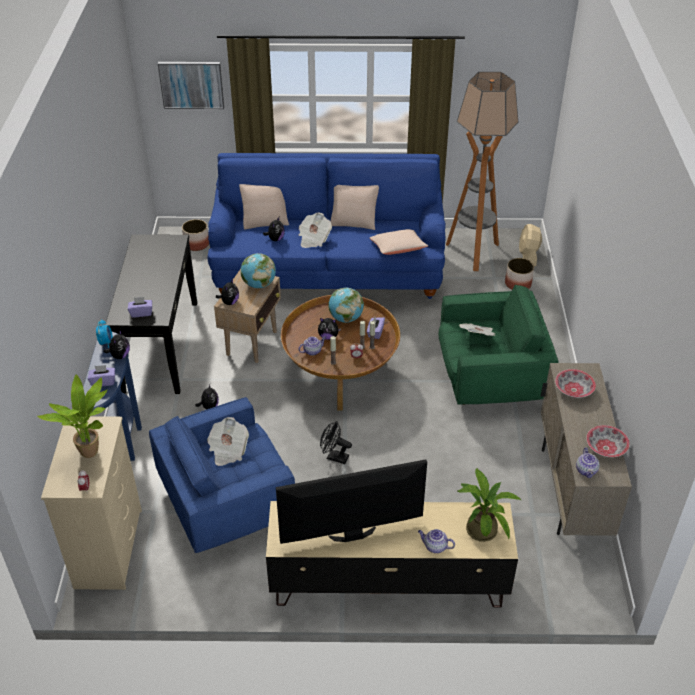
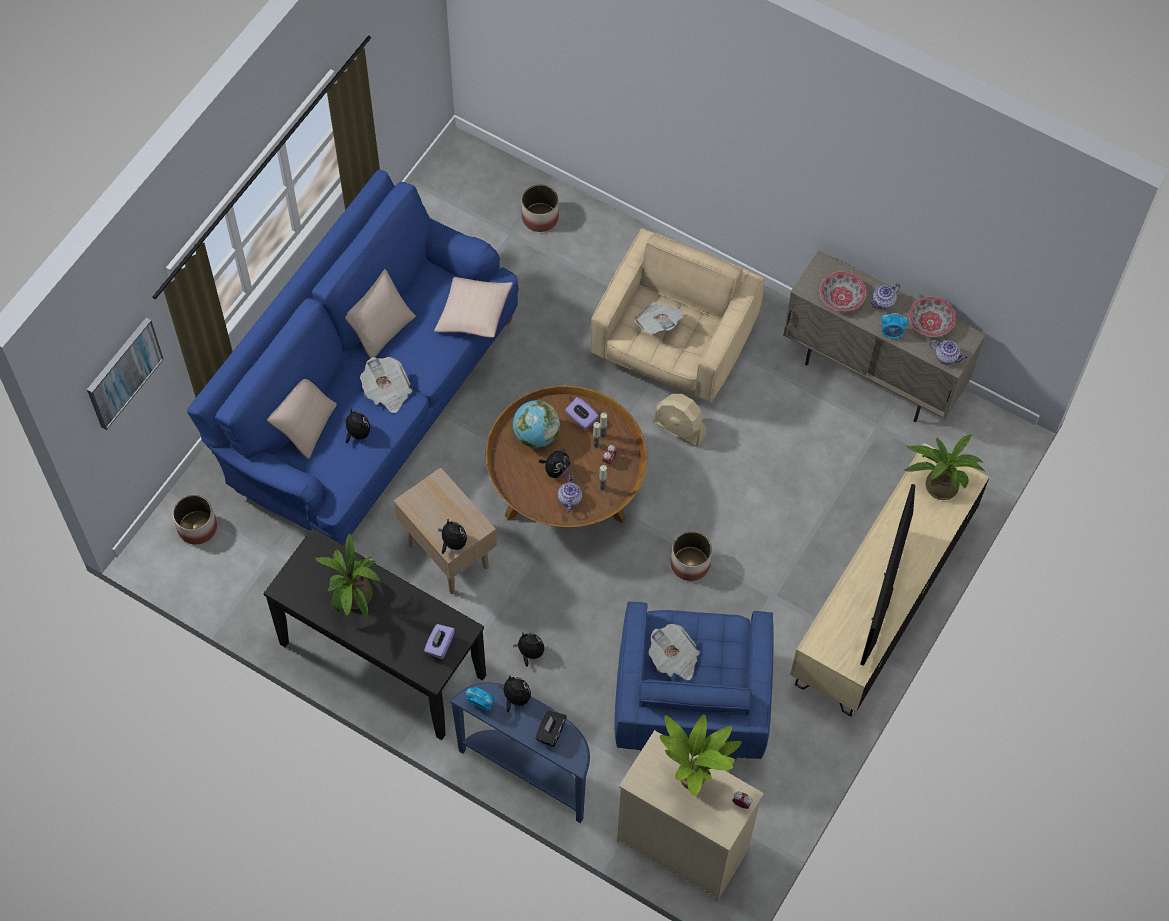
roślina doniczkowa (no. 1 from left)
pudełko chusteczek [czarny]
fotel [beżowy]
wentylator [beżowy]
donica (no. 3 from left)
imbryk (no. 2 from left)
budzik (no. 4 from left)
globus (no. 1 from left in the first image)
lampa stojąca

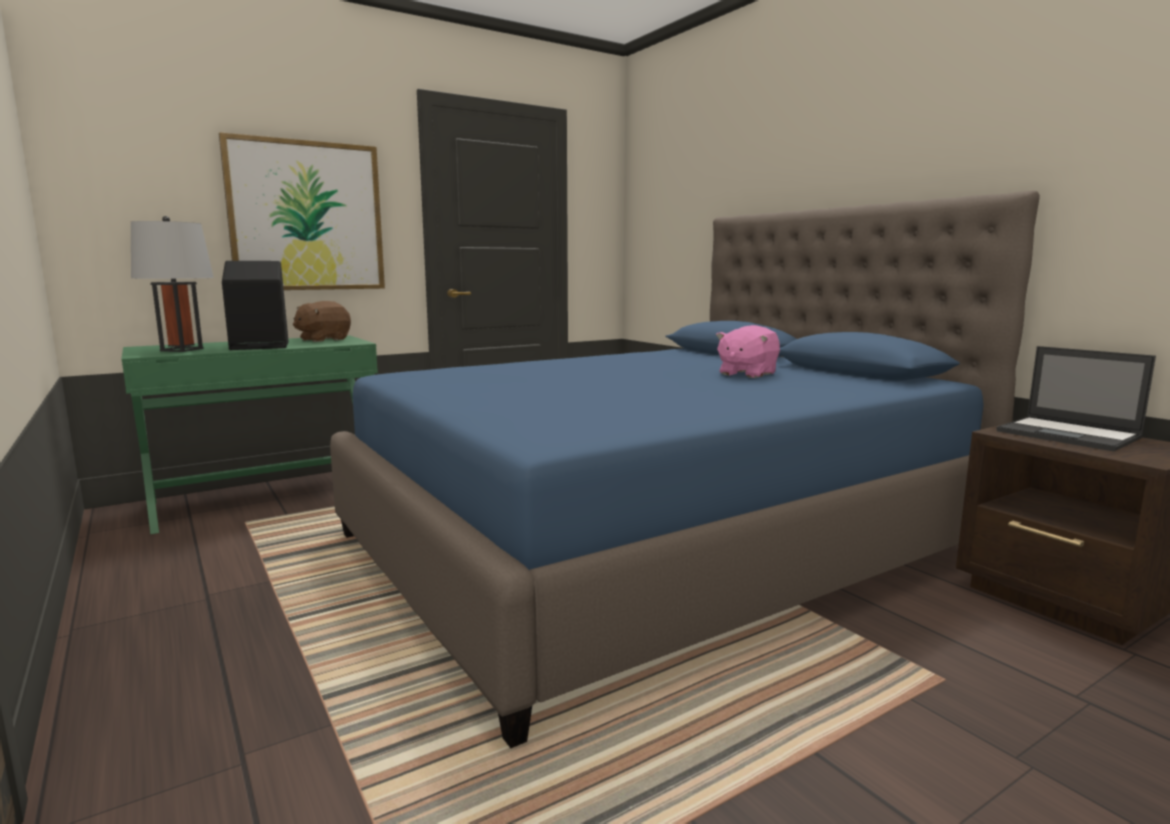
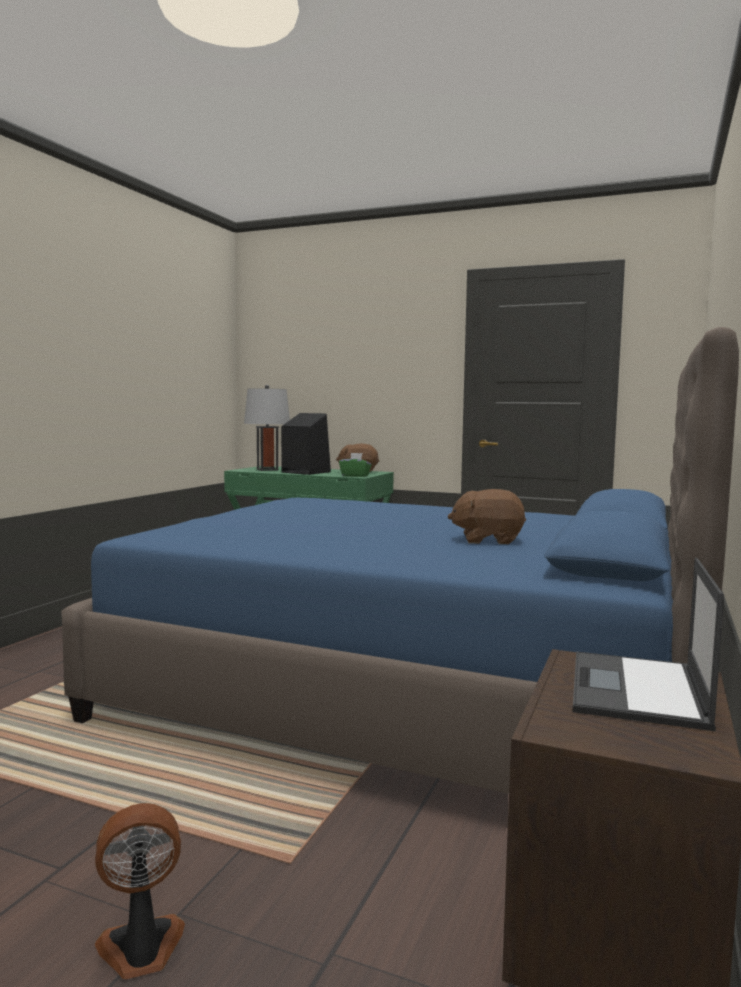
wentylator
pudełko chusteczek [zielony]
pluszak [brązowy] (no. 2 from left)
obraz

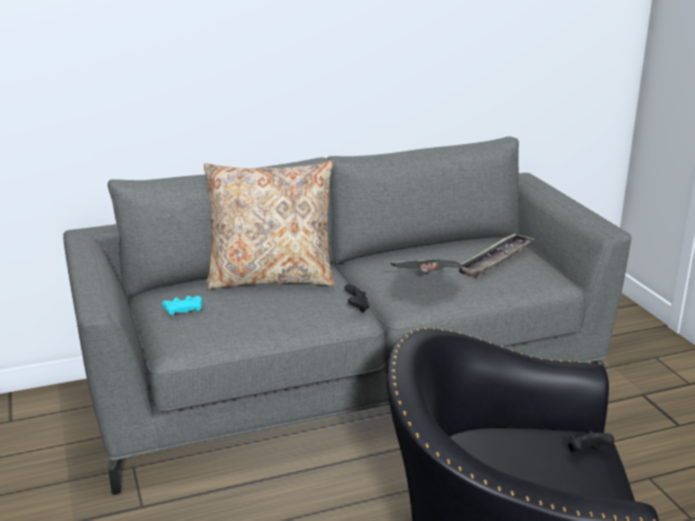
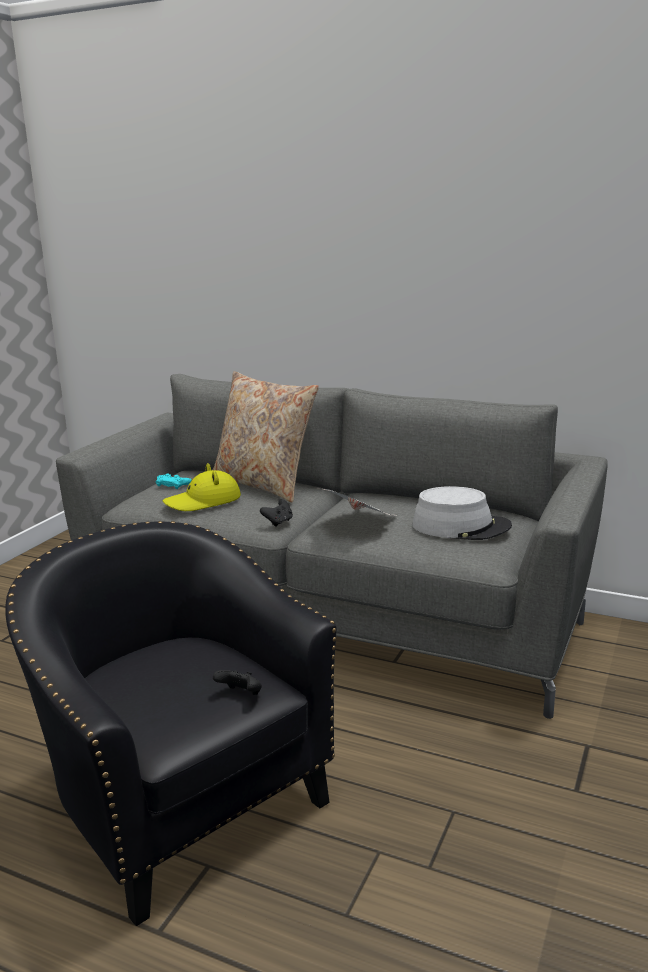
kapelusz [żółty]
kapelusz [szary]

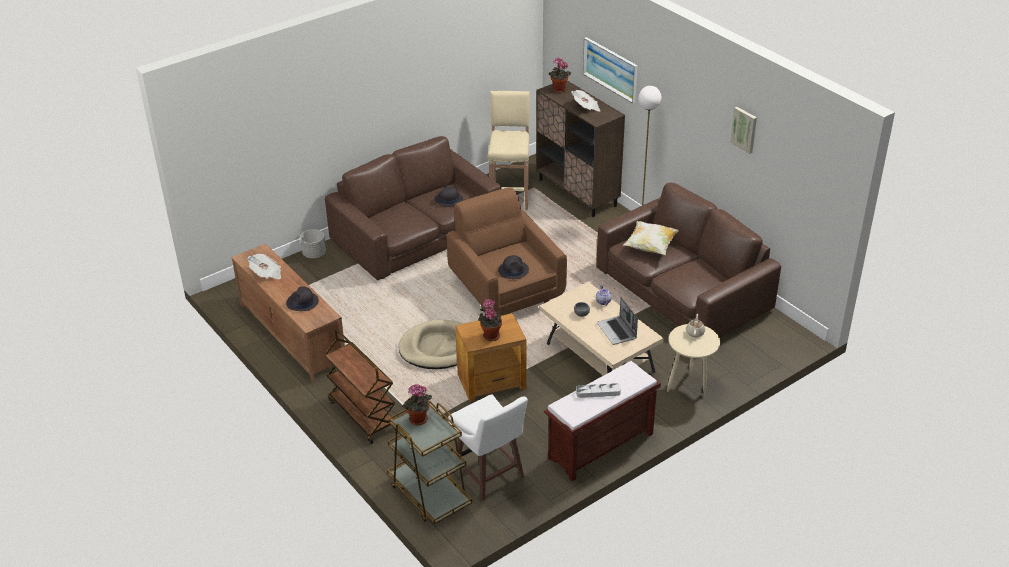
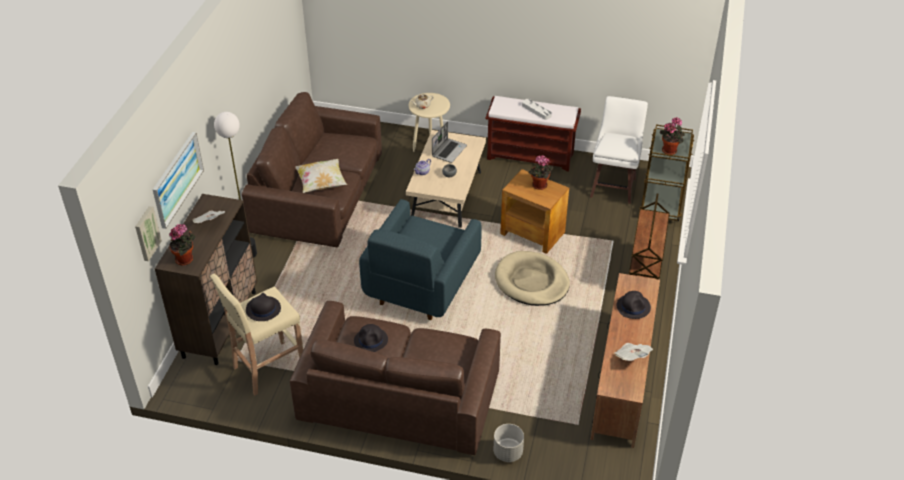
obraz (no. 1 from left)
kapelusz [czarny] (no. 1 from left)
fotel [niebieski]

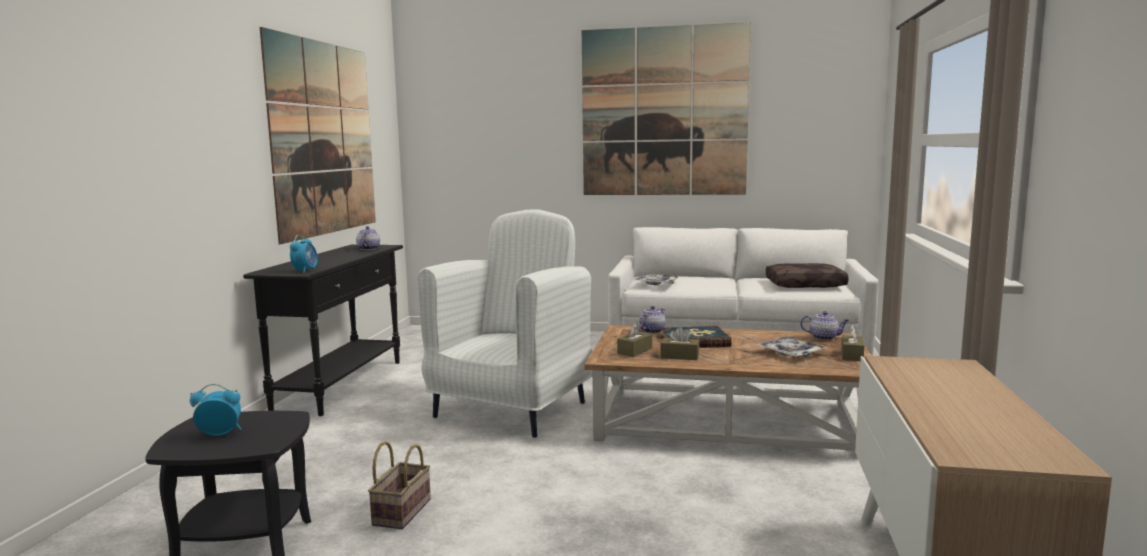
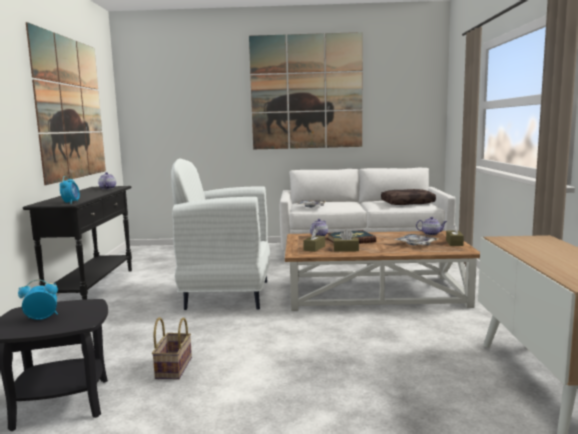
fotel [biały]

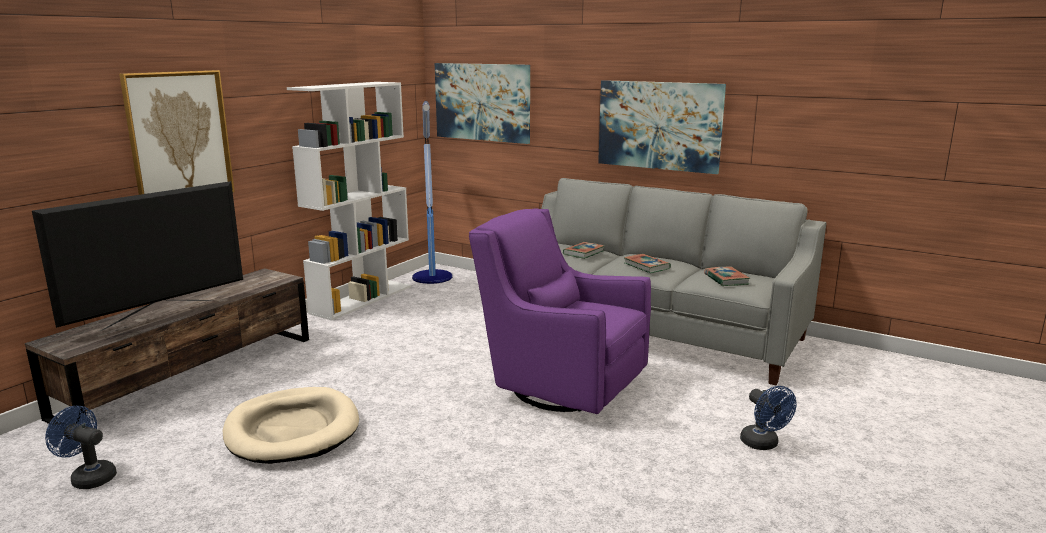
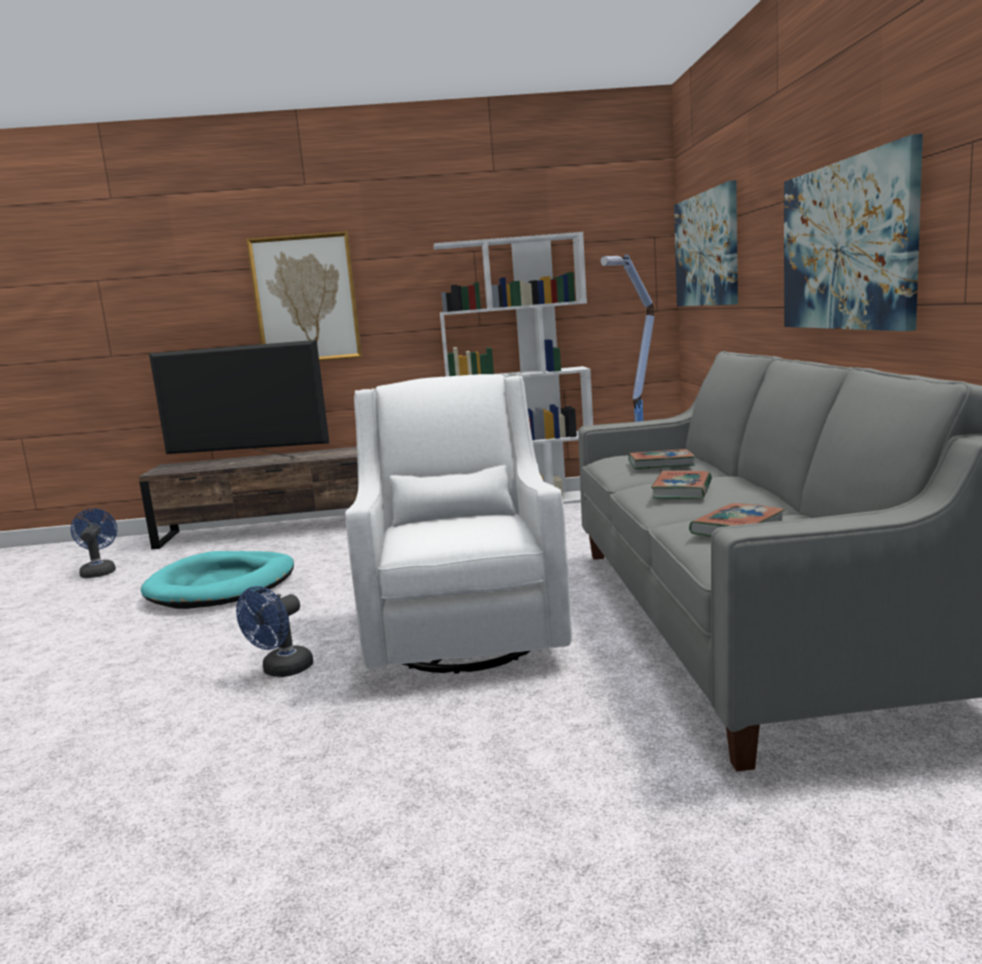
legowisko [turkusowy]
wentylator [niebieski] (no. 2 from left)
fotel [biały]

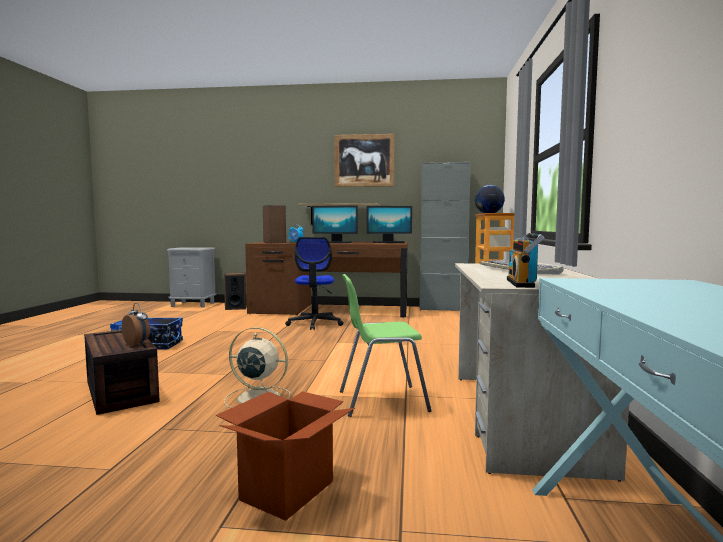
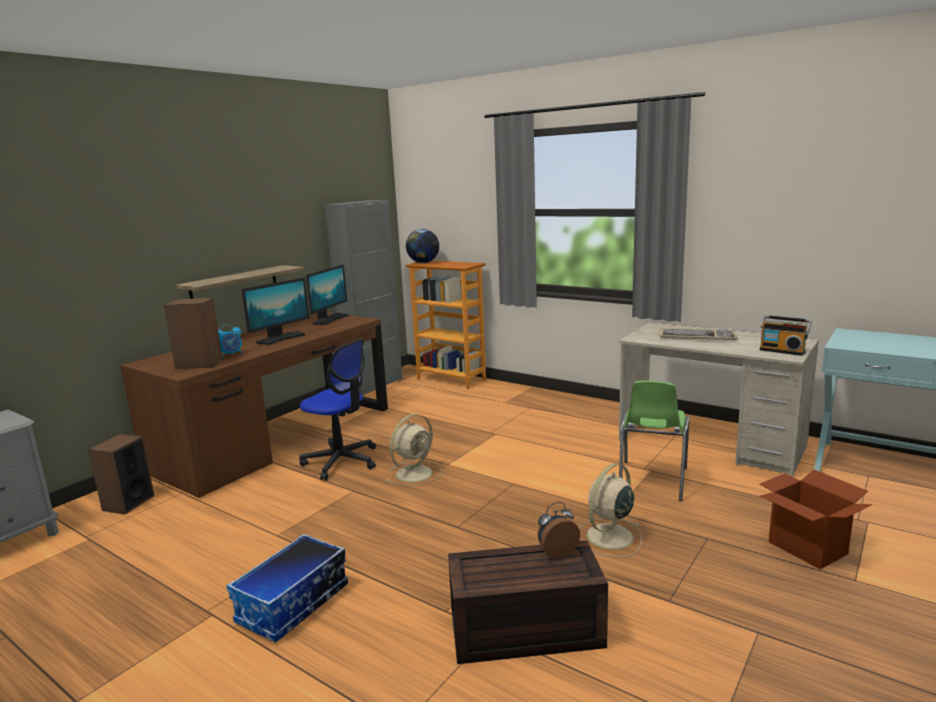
wentylator [beżowy] (no. 1 from left)
obraz

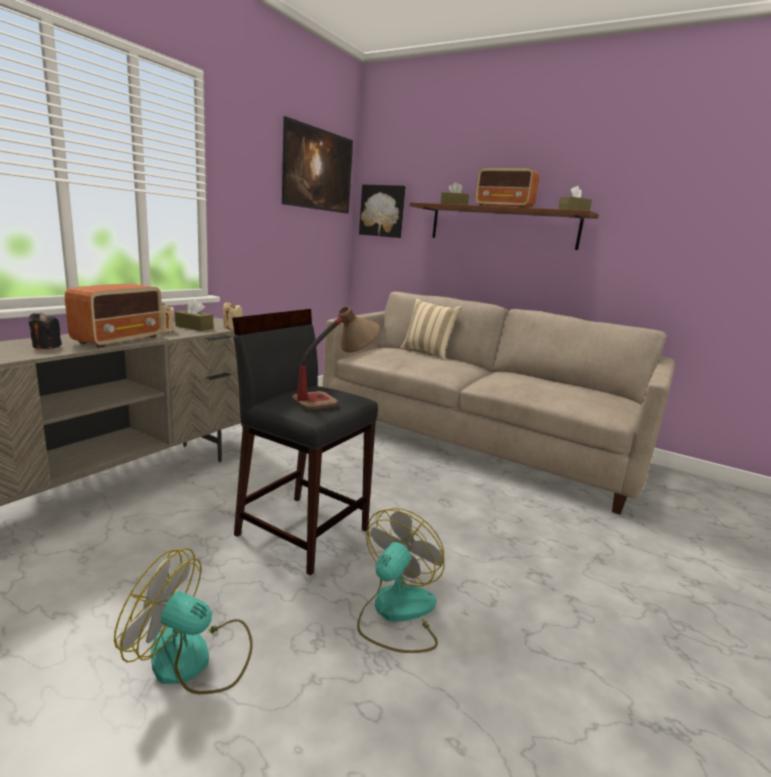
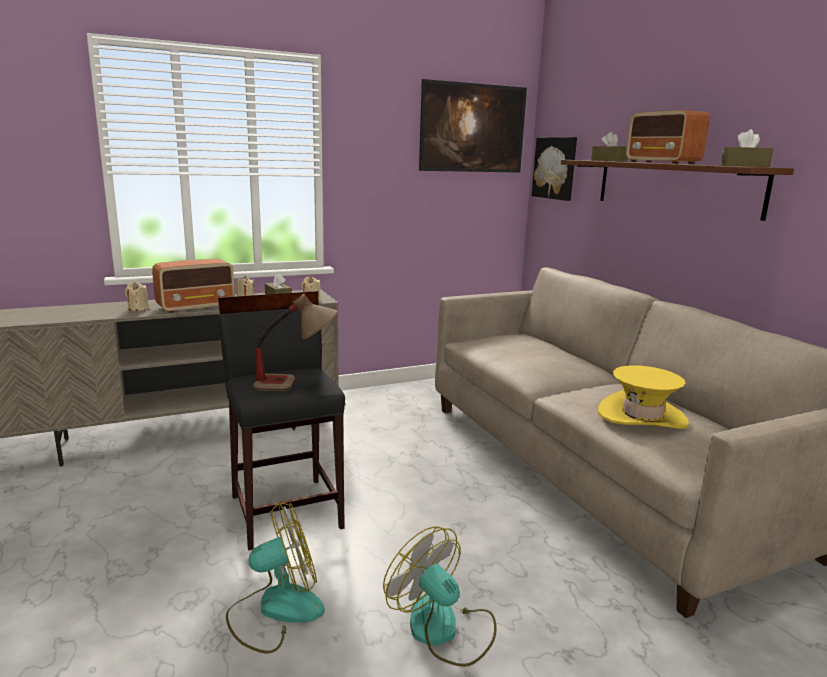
świeca [beżowy] (no. 1 from left)
wentylator (no. 2 from left)
kapelusz [żółty]
poduszka [beżowy]

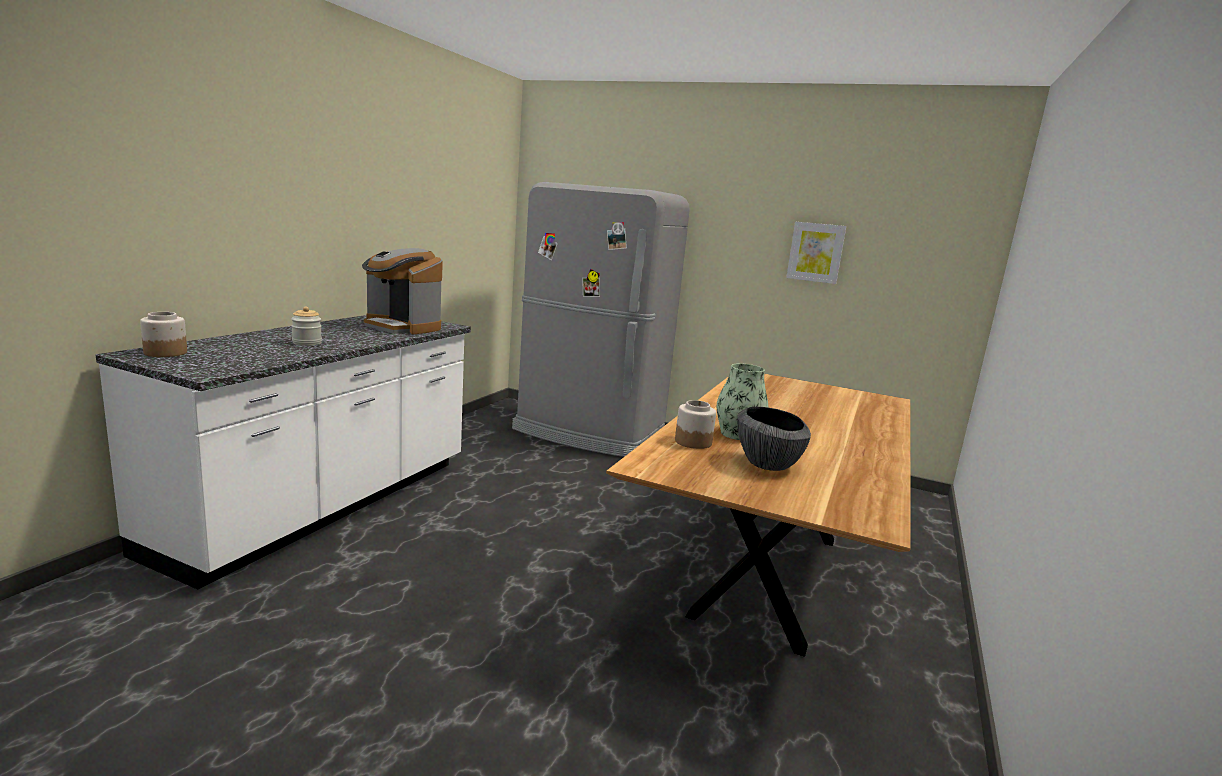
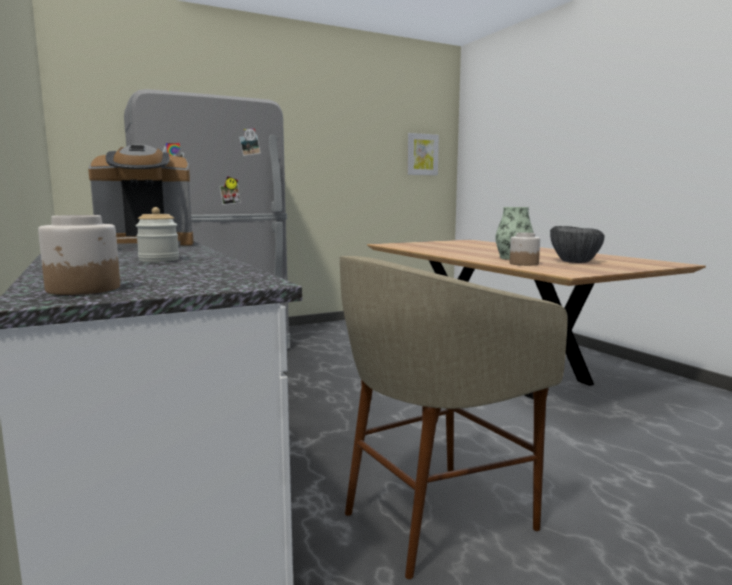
stołek [beżowy]
obraz

